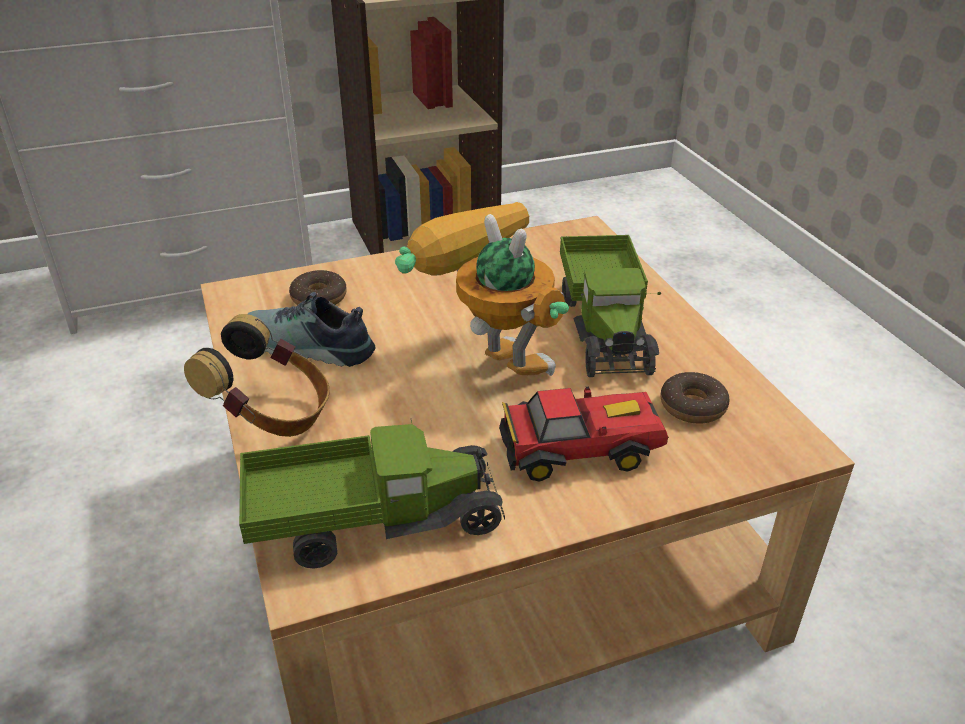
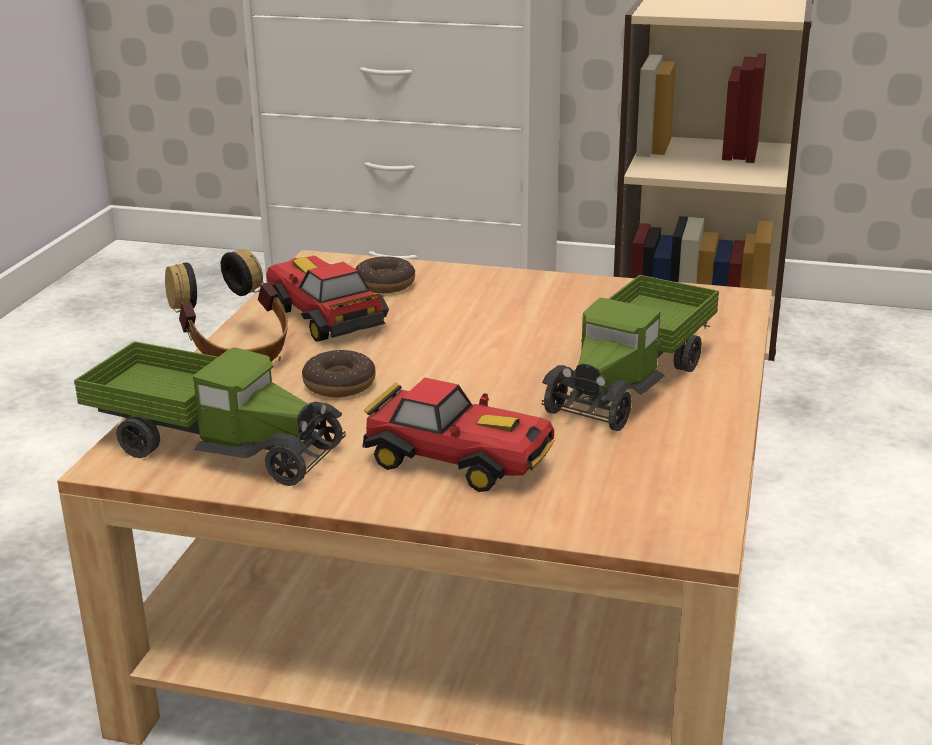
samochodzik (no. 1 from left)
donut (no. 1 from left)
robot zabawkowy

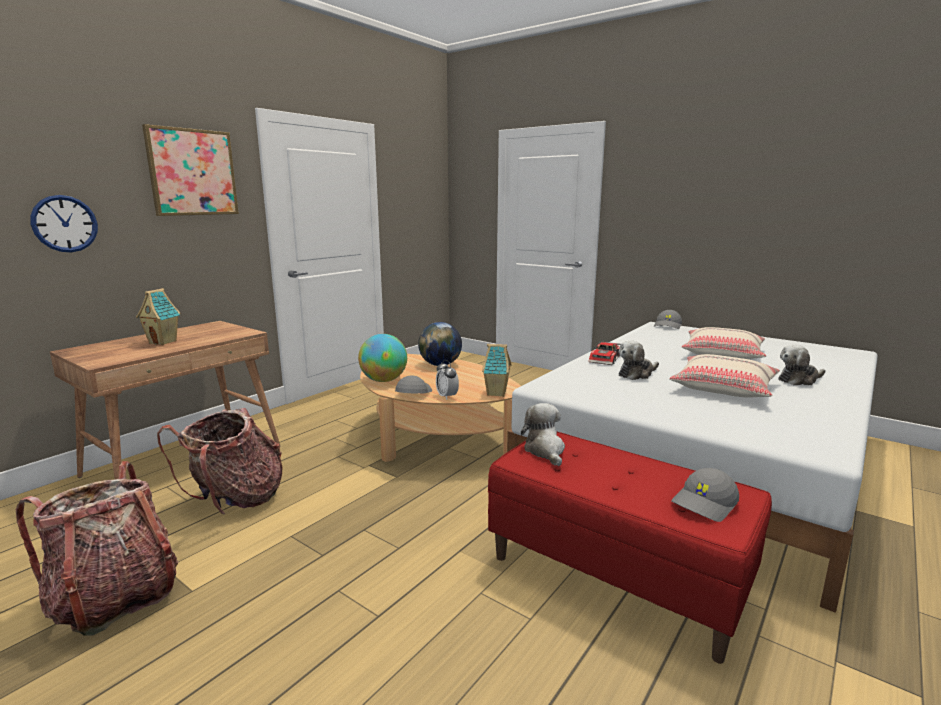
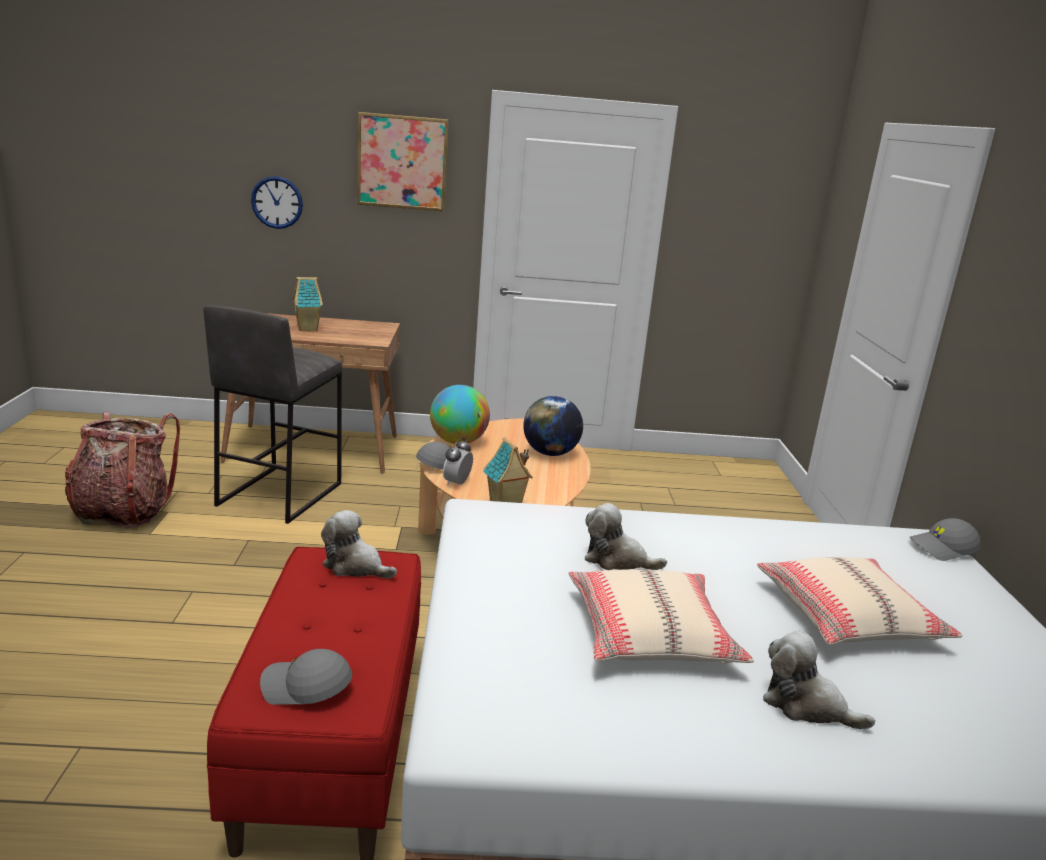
stołek [szary]
pluszak (no. 1 from left)
samochodzik

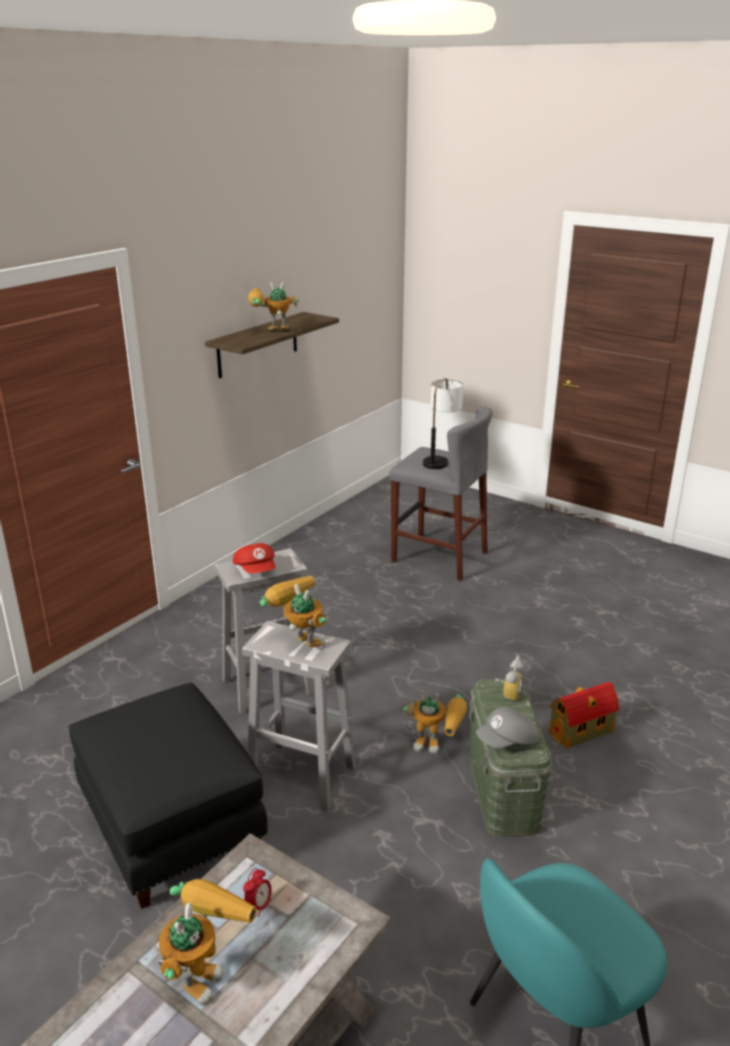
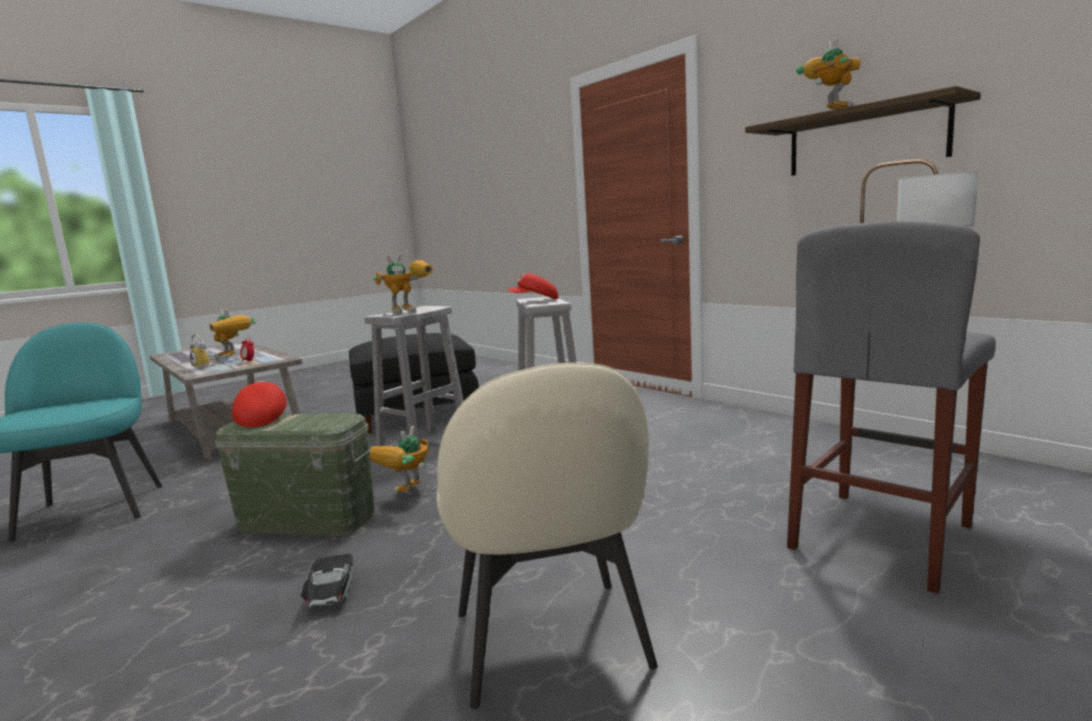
budzik (no. 1 from left)
czapka z daszkiem [czerwony] (no. 1 from left)
samochodzik [czarny]
krzesło [beżowy]

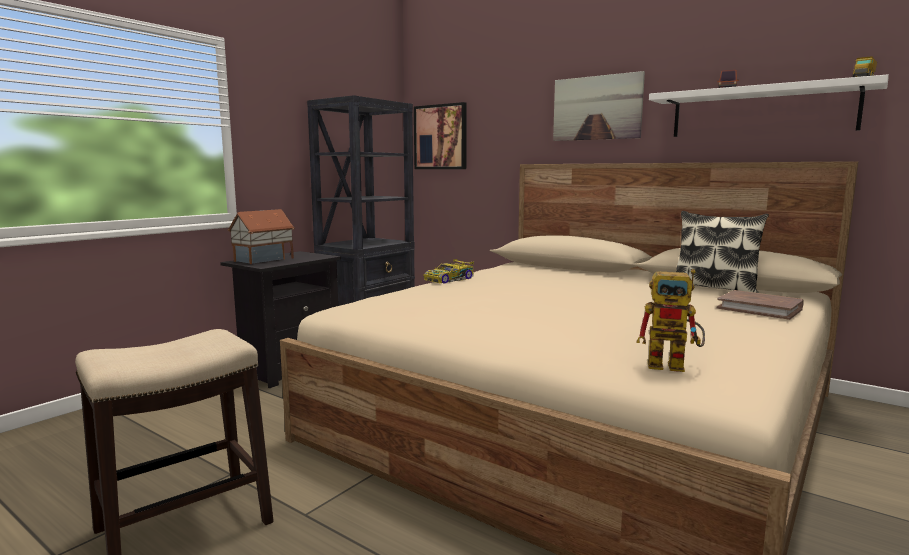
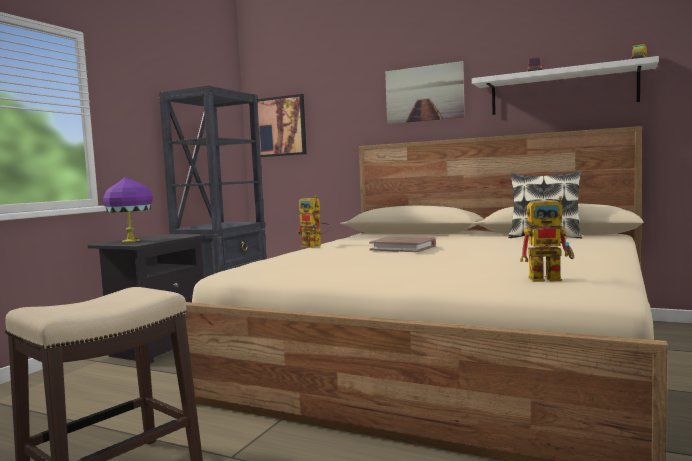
lampa stołowa [fioletowy]
robot zabawkowy (no. 1 from left)
książka [brązowy]

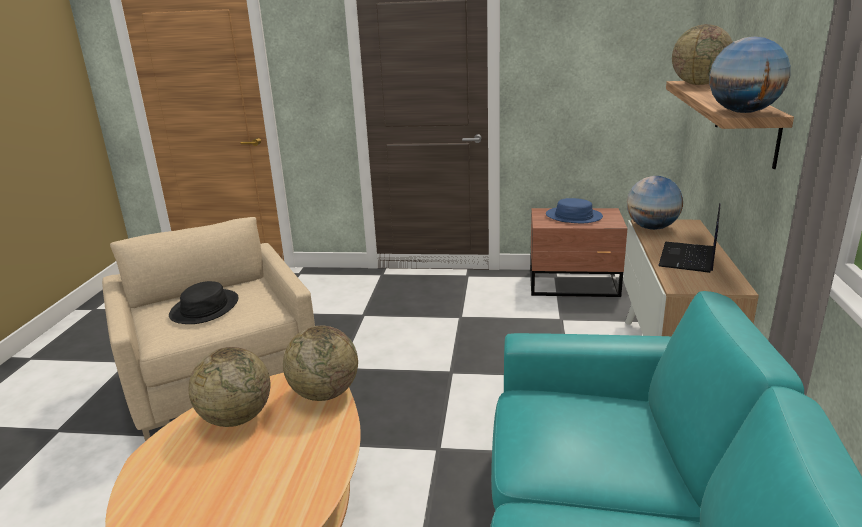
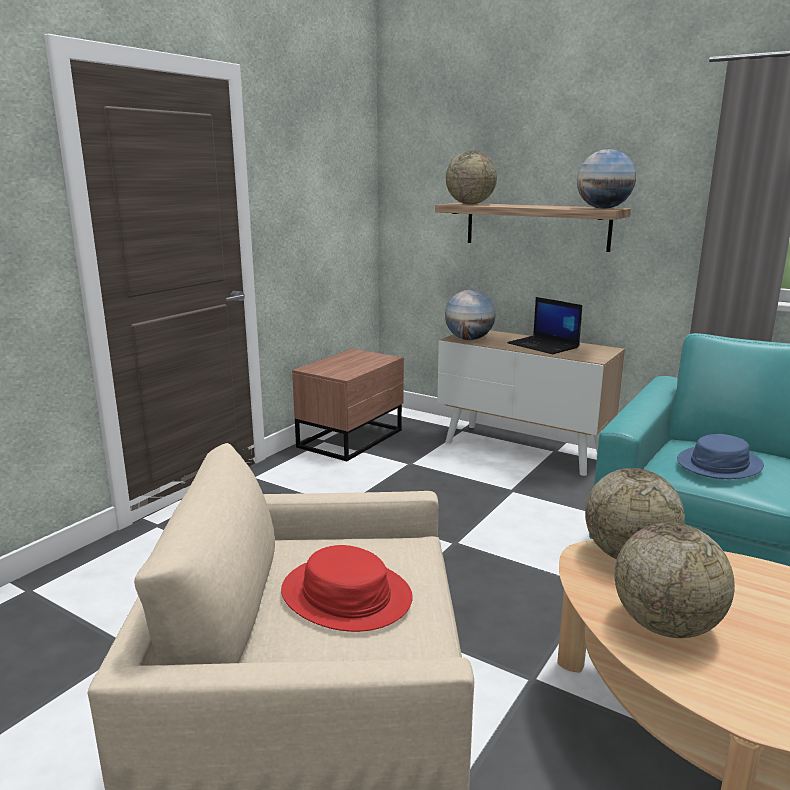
kapelusz [czerwony]
kapelusz [niebieski]

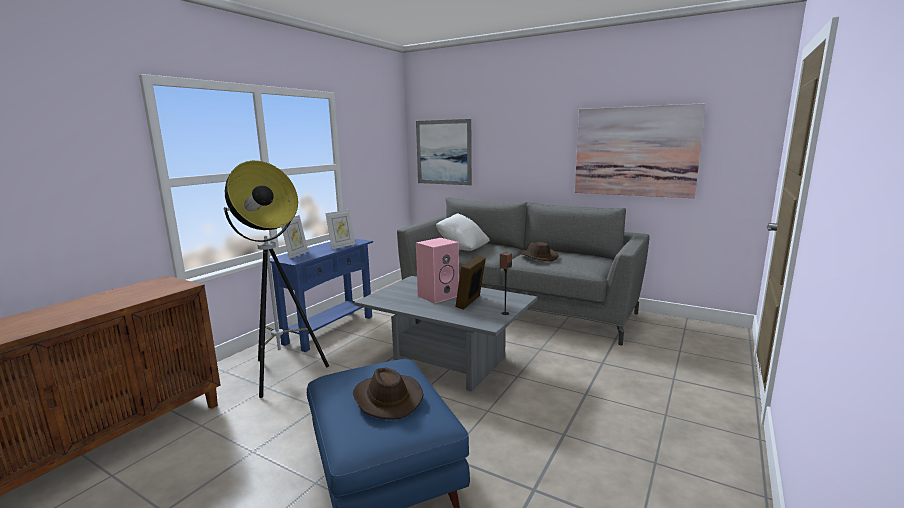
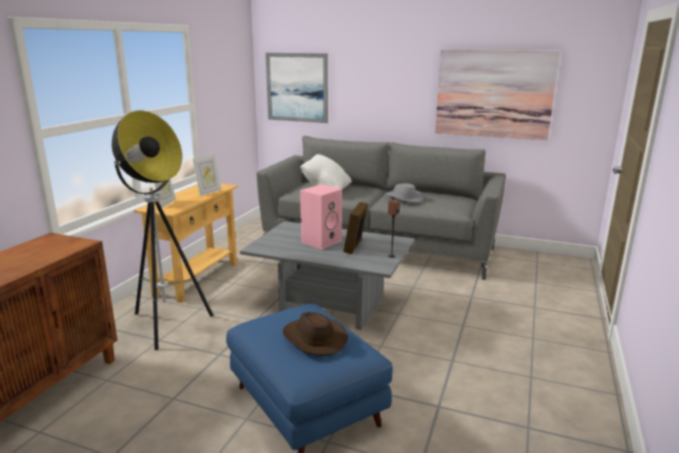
stolik konsolowy [beżowy]
kapelusz [szary]

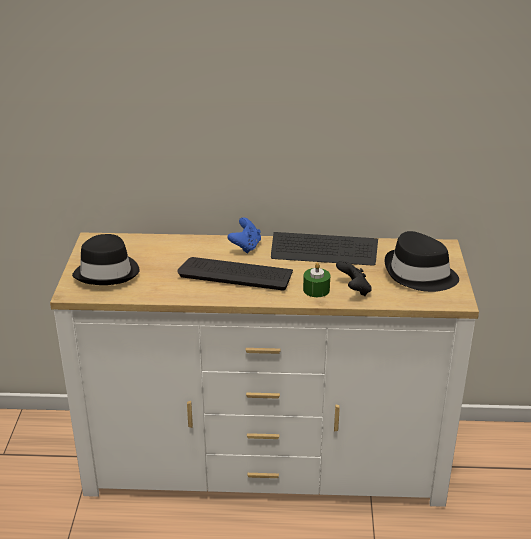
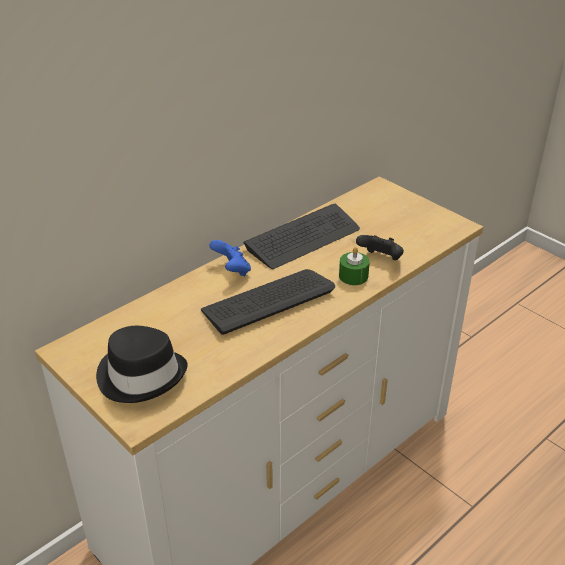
kapelusz [czarny] (no. 2 from left in the first image)

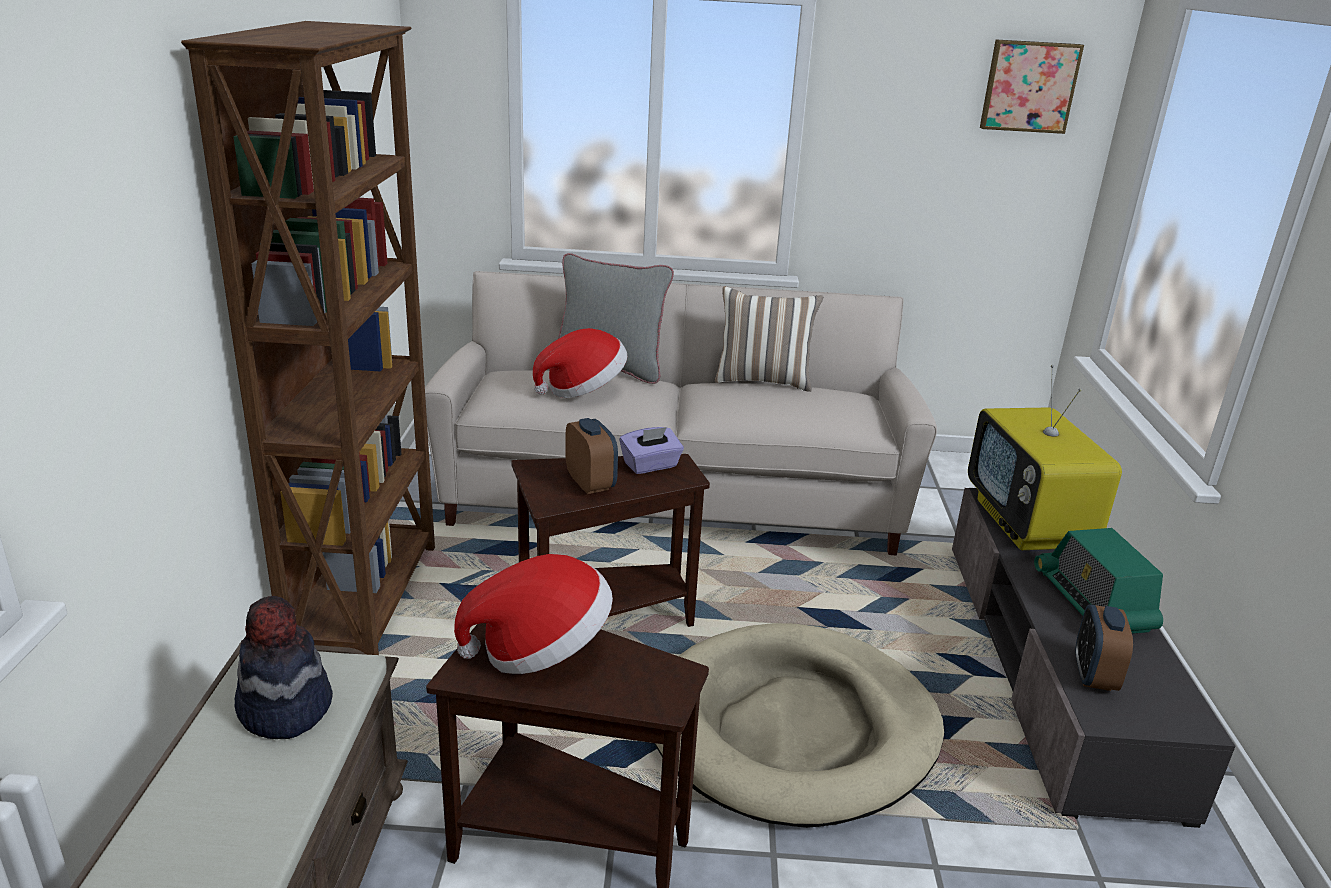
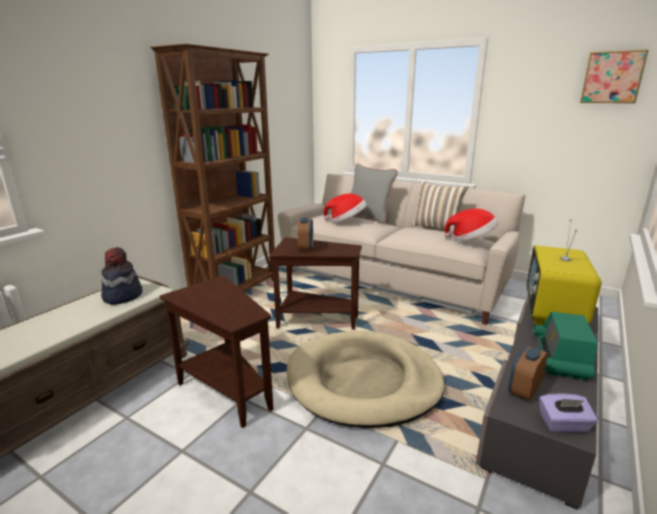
kapelusz (no. 3 from left)
pudełko chusteczek [fioletowy]

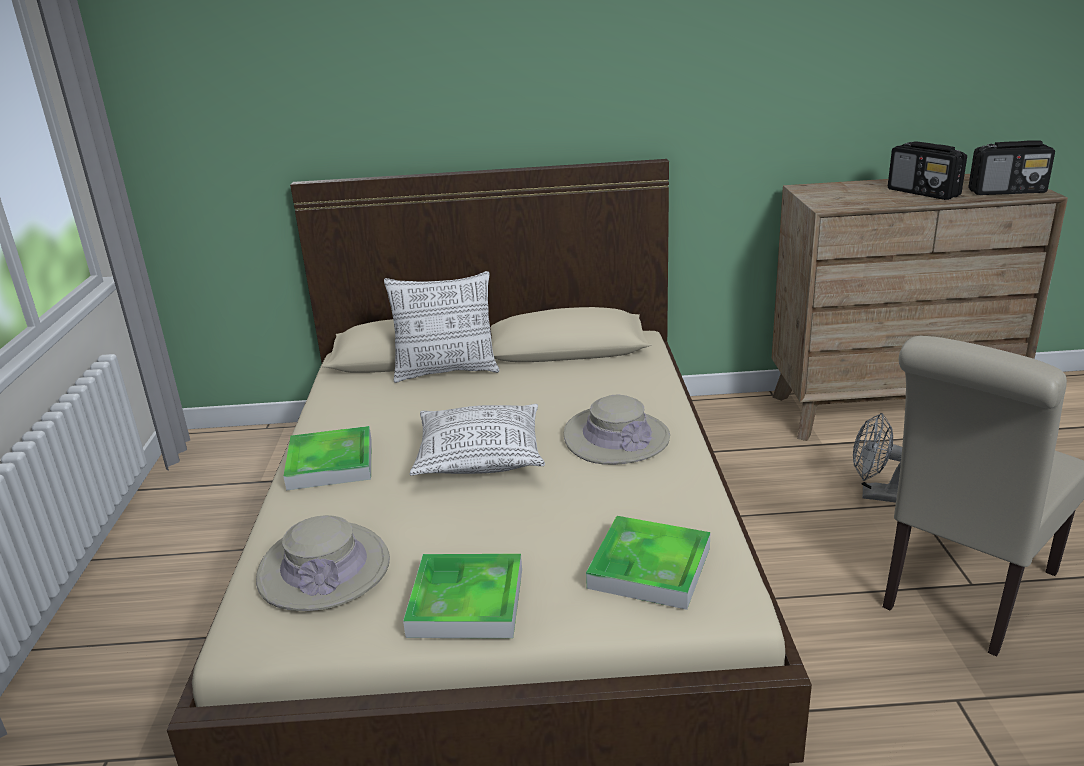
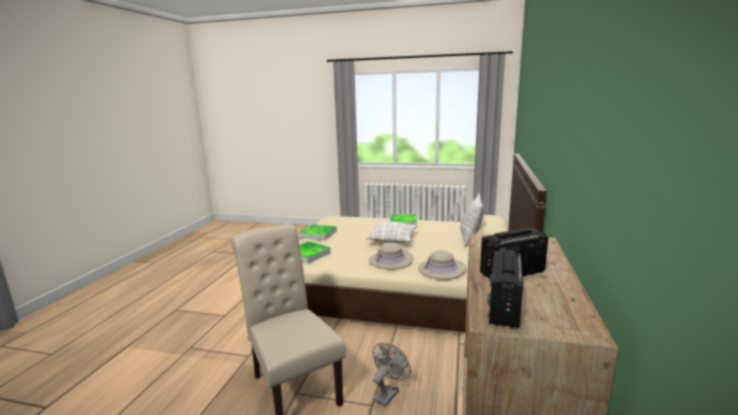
kapelusz [beżowy] (no. 2 from left)

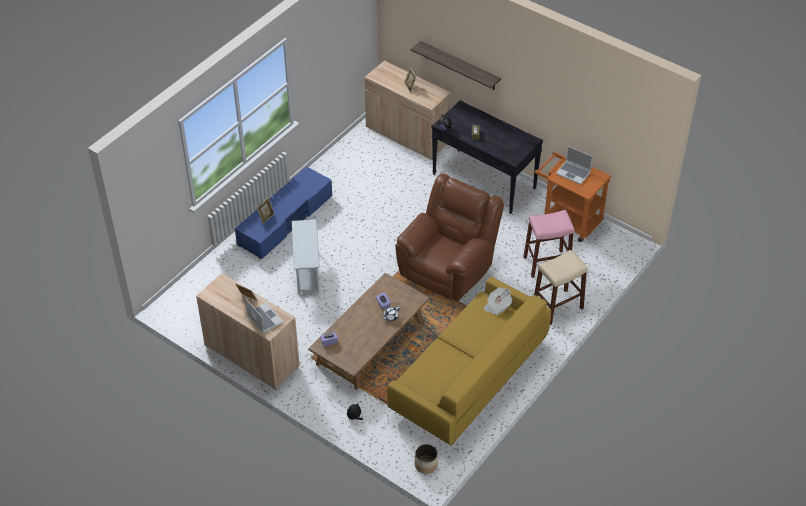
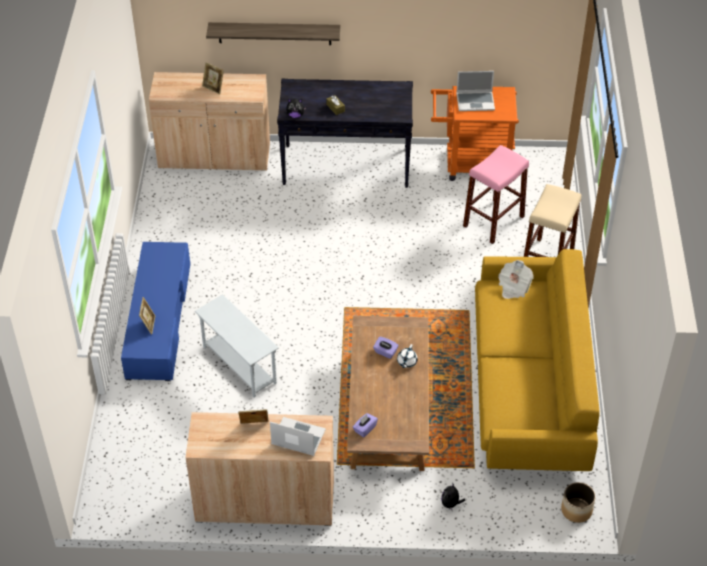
fotel [brązowy]

